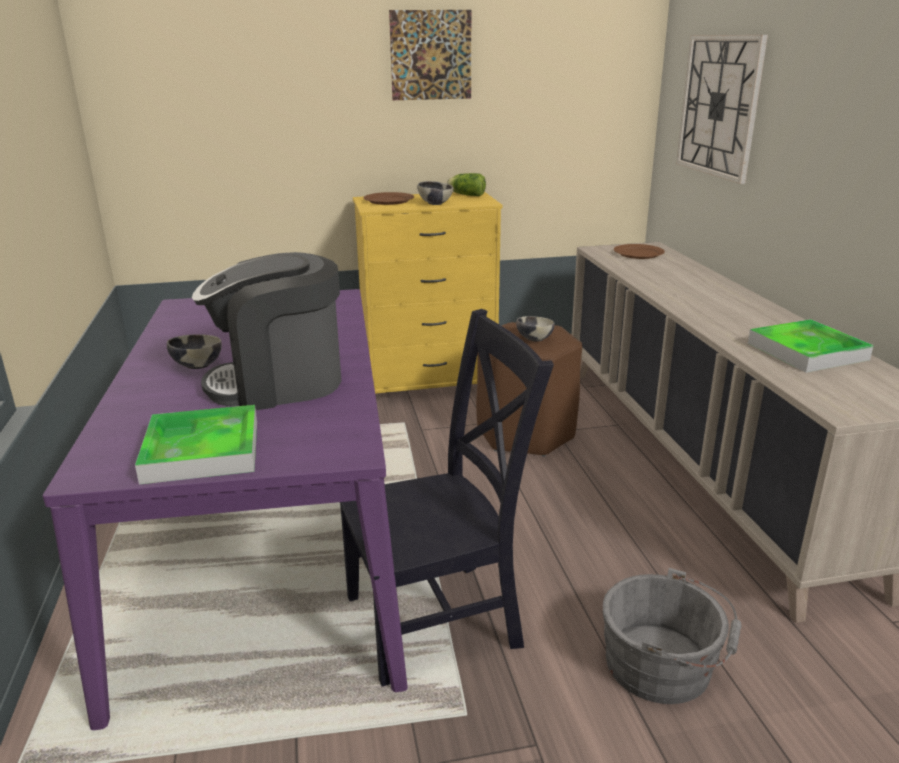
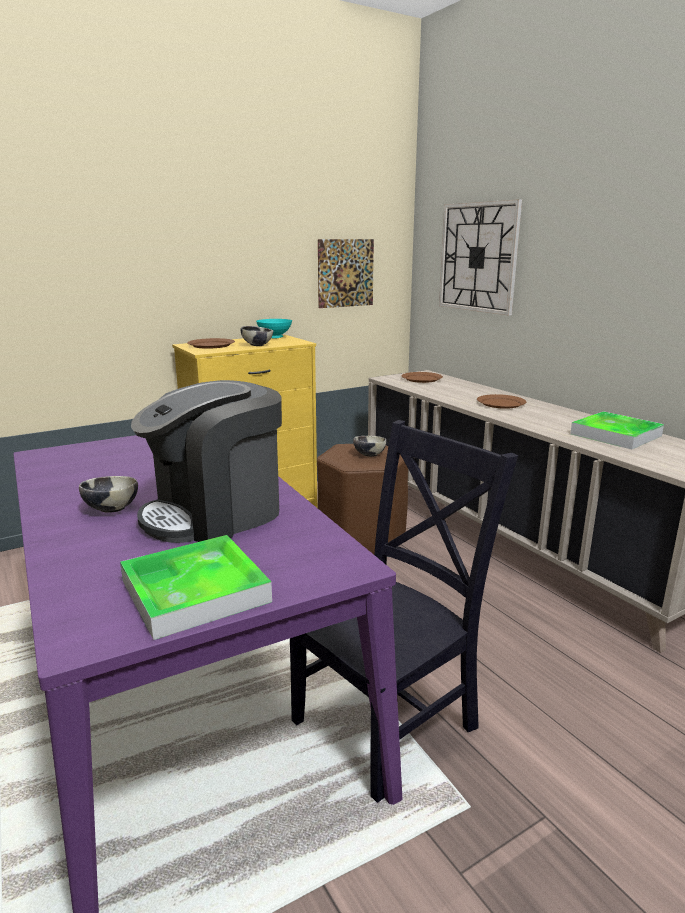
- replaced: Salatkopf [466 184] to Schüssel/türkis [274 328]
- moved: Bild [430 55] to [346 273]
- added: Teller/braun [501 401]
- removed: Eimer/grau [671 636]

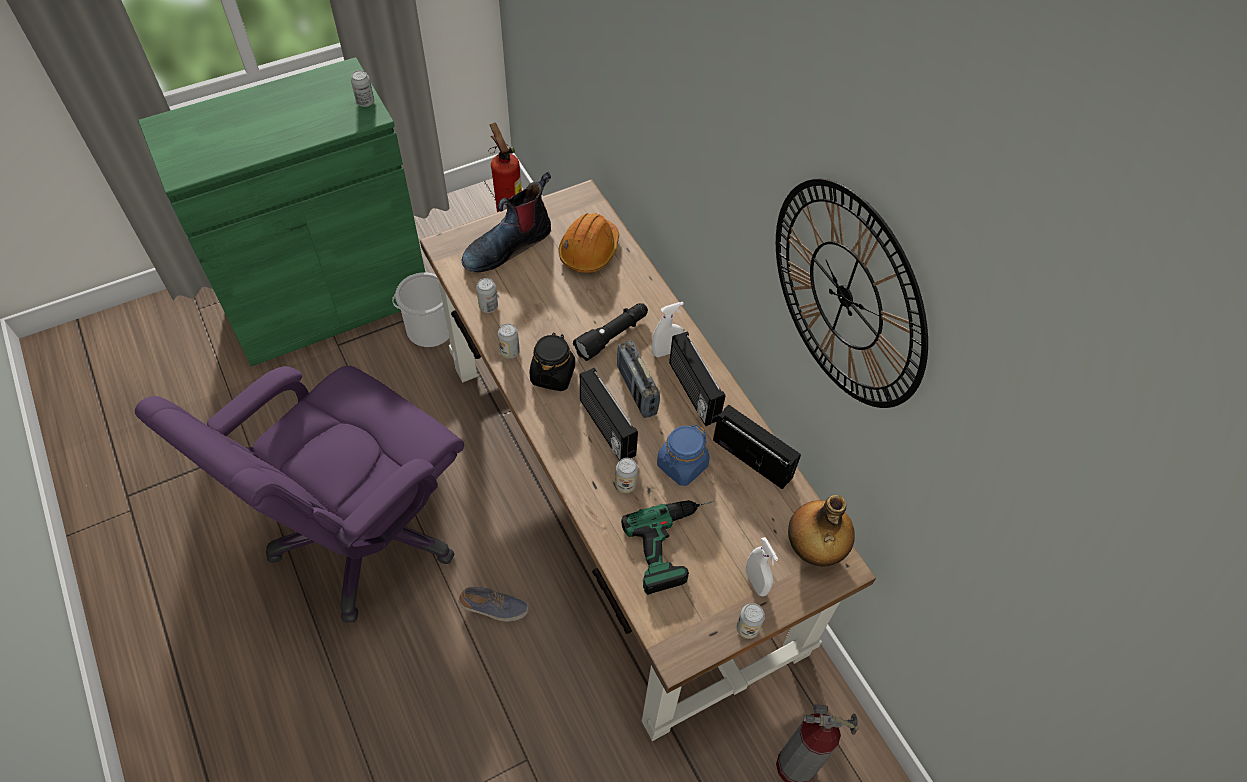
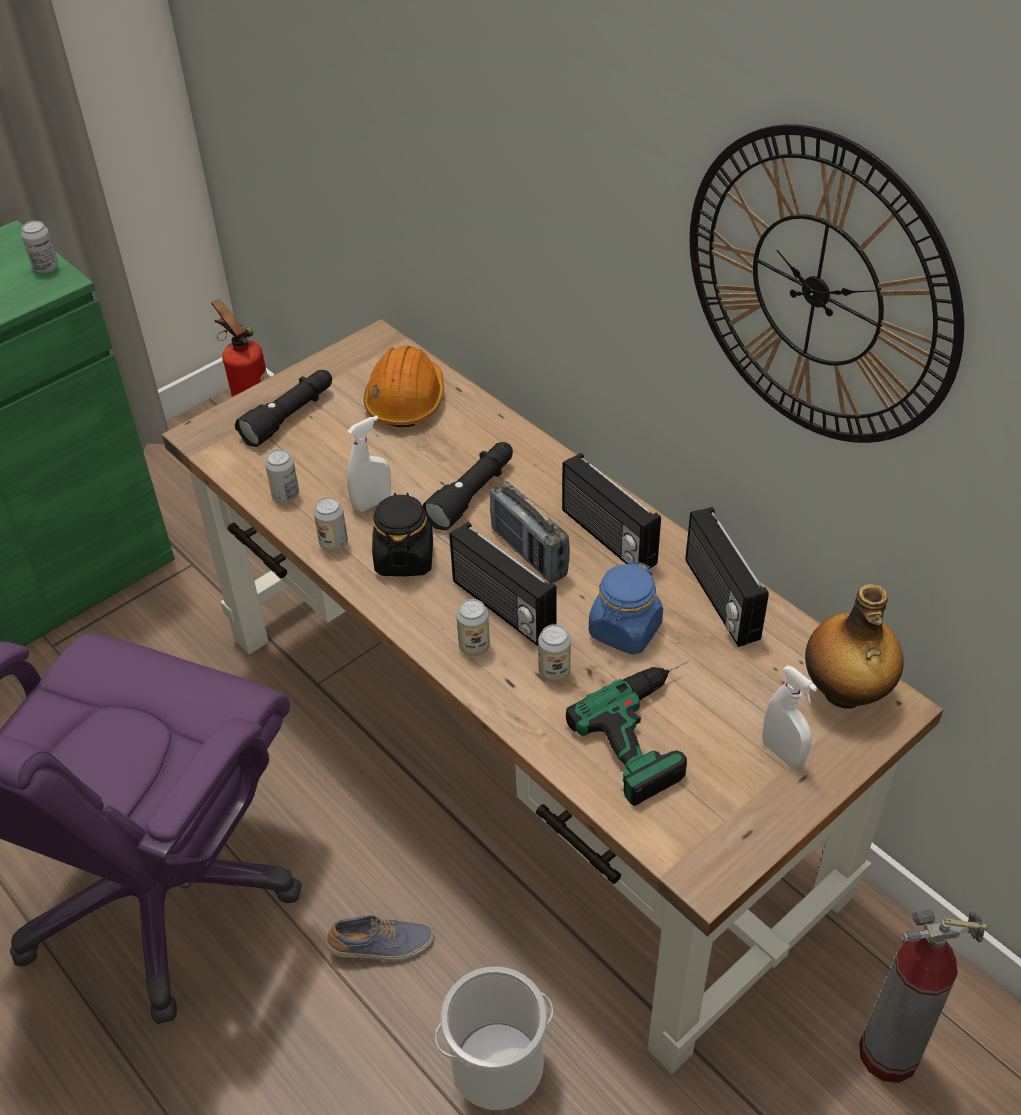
- replaced: Stiefel [506 222] to Taschenlampe/schwarz [283 408]
- moved: Sprühflasche/weiß [668 329] to [369 463]
- moved: Eimer [420 309] to [494 1038]
- moved: Dose [750 621] to [473 627]
- turned: Radio [757 446] = [727 577] 135 degrees counterclockwise

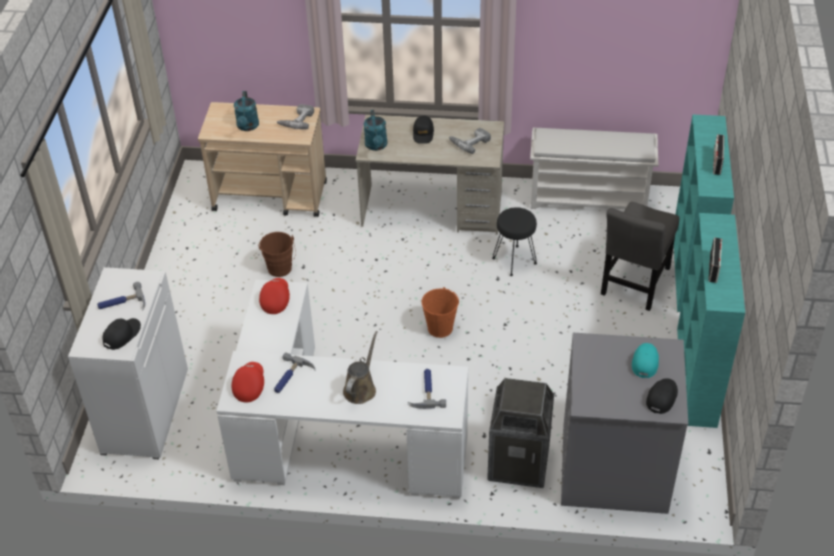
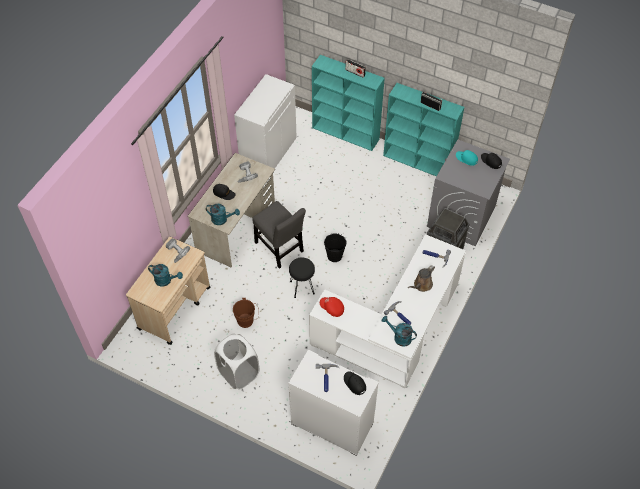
- added: Wäschekorb/weiß [236 361]
- replaced: Schuhregal/weiß [594 168] to Schrank/weiß [265 121]
- moved: Stuhl/grau [640 256] to [279 235]
- moved: Hocker/schwarz [514 241] to [302 277]
- recoloured: Eimer/orange [440 312] to Eimer/schwarz [335 247]
- replaced: Kappe/rot [248 382] to Gießkanne/türkis [399 331]
- turned: Gießkanne/braun [360 367] = [421 278] 90 degrees counterclockwise

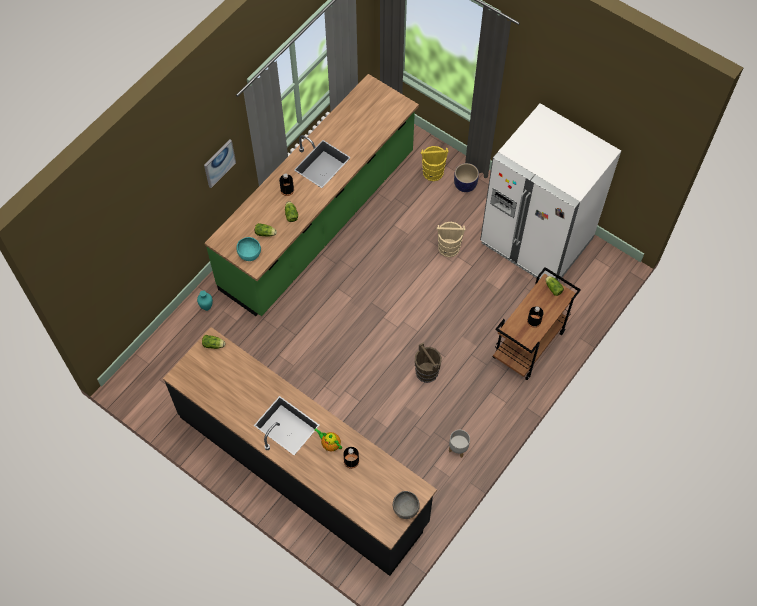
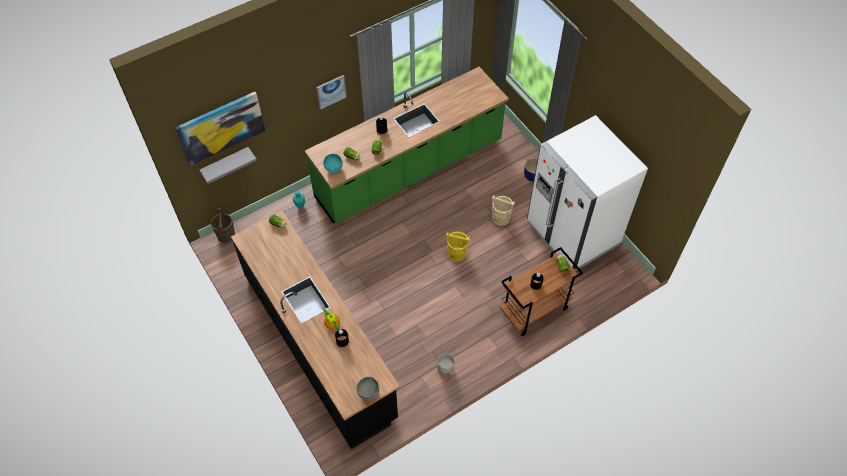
- added: Bild [220 129]
- added: Wandregal/grau [228 165]
- moved: Eimer/braun [428 363] to [223 225]
- moved: Eimer/gelb [435 163] to [458 247]

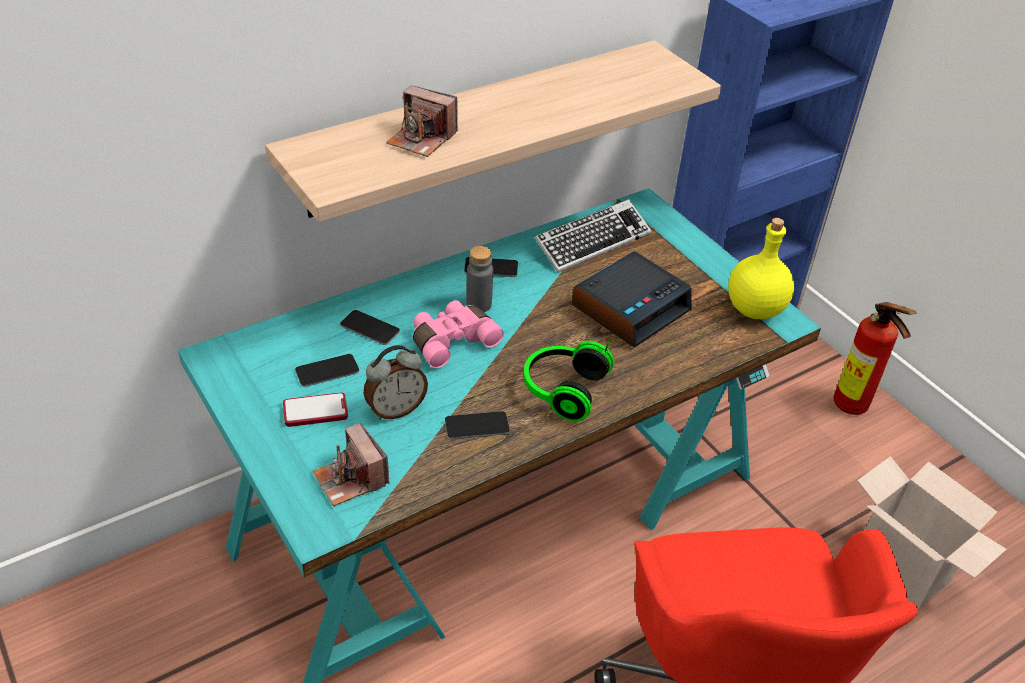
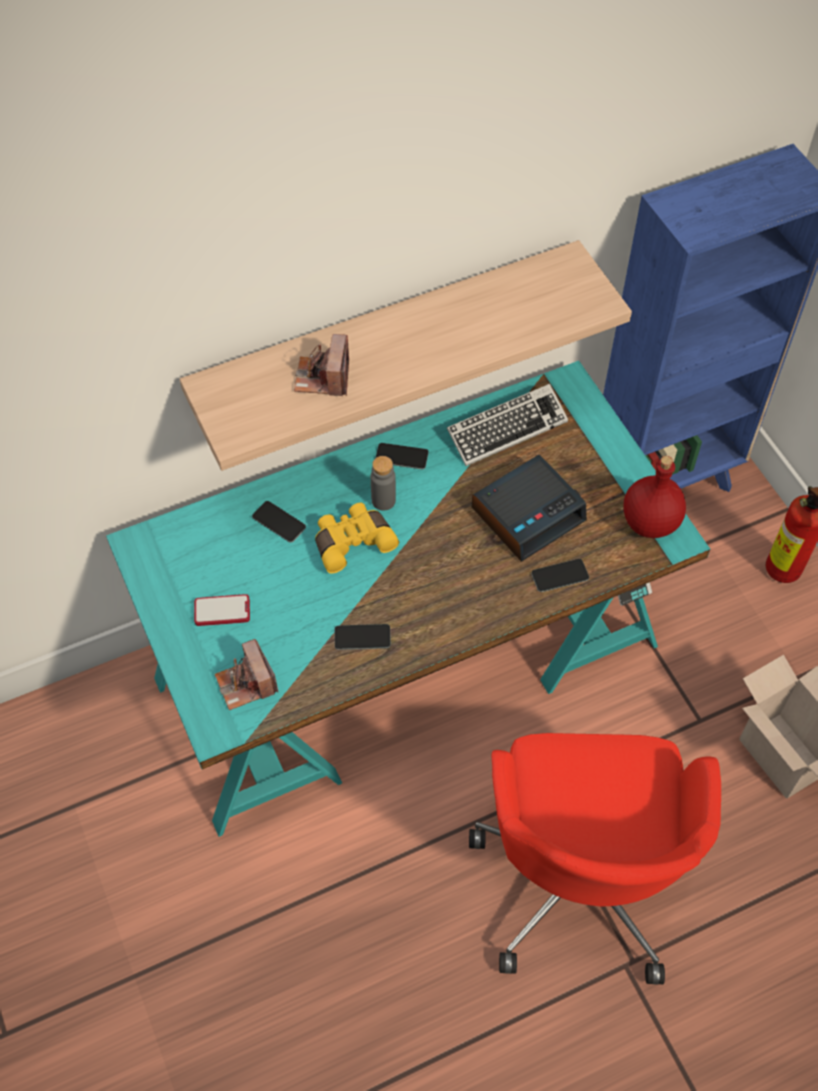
- turned: Kamera [422 121] = [321 365] 60 degrees clockwise
- recoloured: Fernglas/rosa [458 334] to Fernglas/gelb [357 538]
- moved: Handy [327 370] to [560 575]
- recoloured: Flasche/gelb [761 268] to Flasche/rot [655 497]
- removed: Wecker [396 382]
- removed: Kopfhörer [569 381]

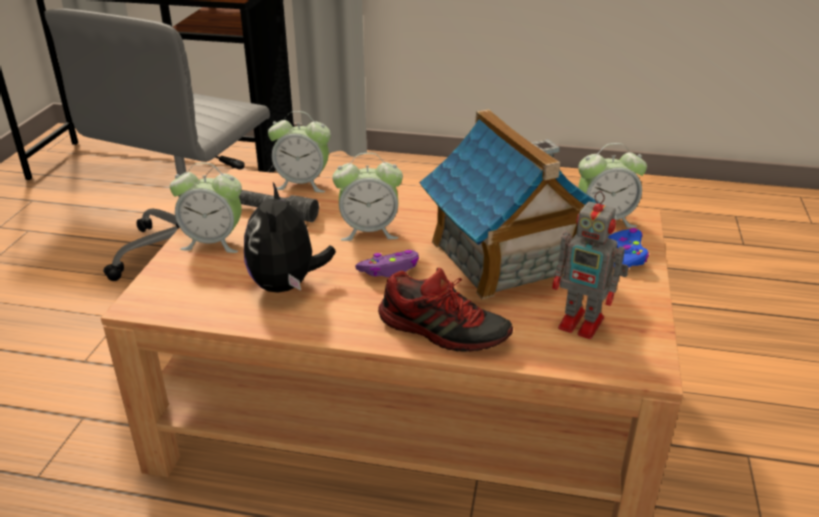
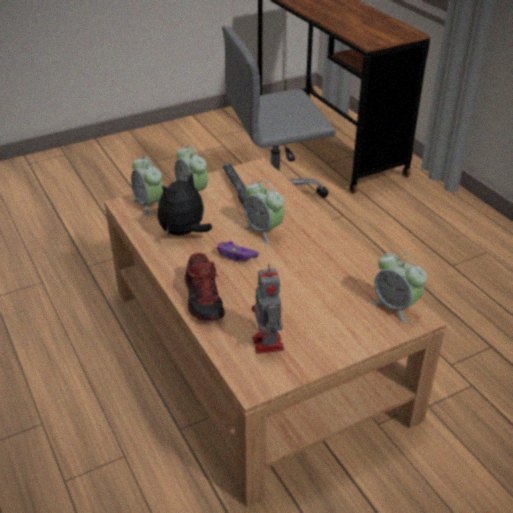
- moved: Wecker [299 152] to [147 186]
- removed: Spielzeughaus [511 204]
- removed: Gamepad/blau [628 247]

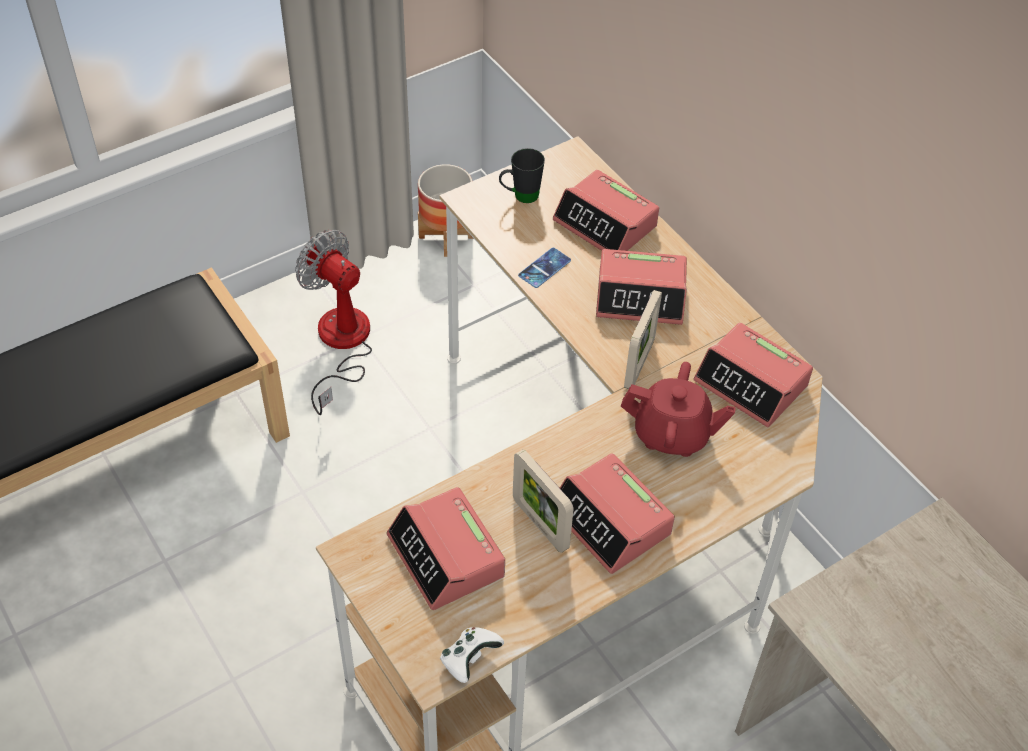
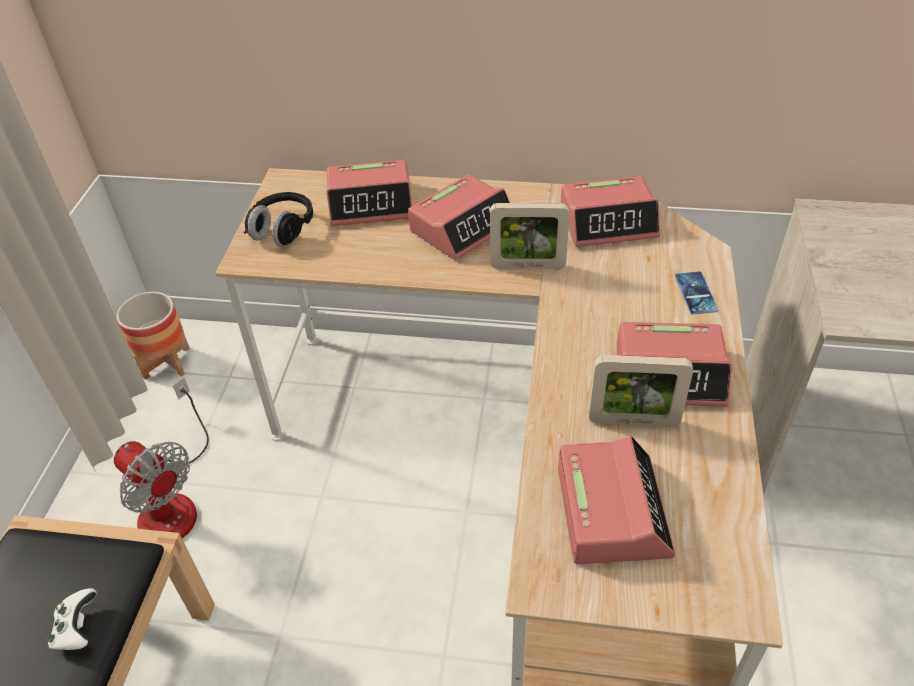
- moved: Gamepad/weiß [472 655] to [71 619]
- turned: Ventilator [333 322] = [161 457] 135 degrees counterclockwise
- replaced: Henkelbecher/schwarz [522 175] to Kopfhörer/schwarz [278 219]
- turned: Bilderrahmen [643 339] = [530 236] 120 degrees clockwise
- turned: Wecker [446 548] = [616 499] 105 degrees counterclockwise
- moved: Handy [544 268] to [696 292]
- removed: Teekanne/rot [678 409]

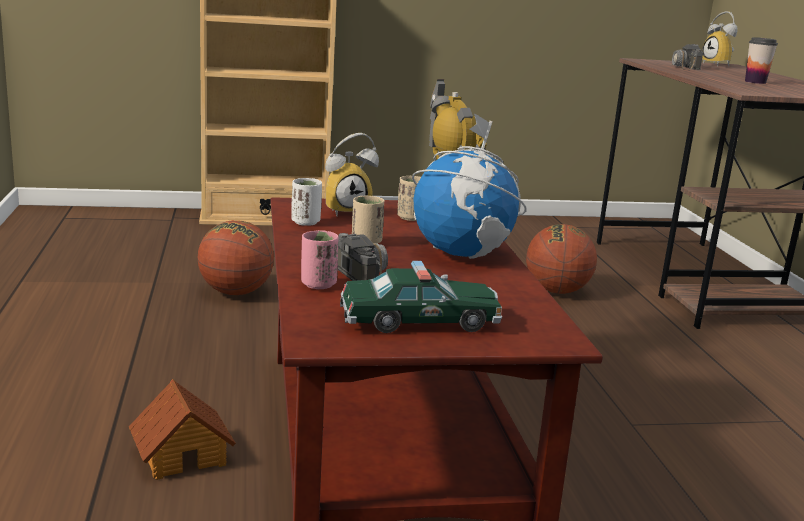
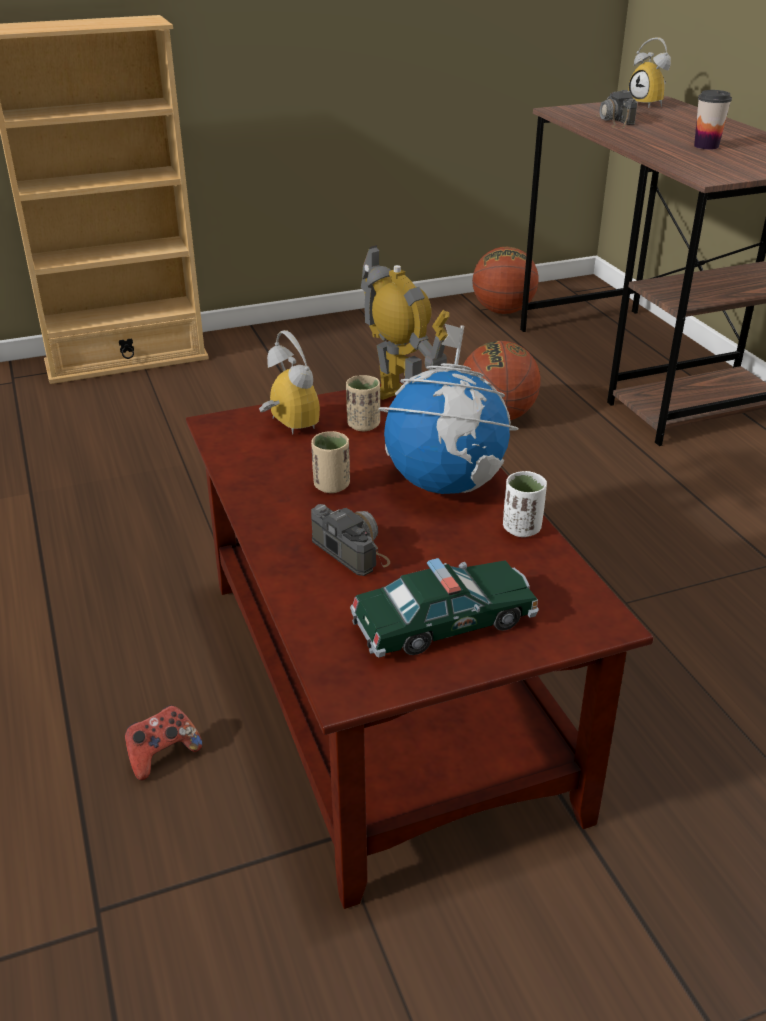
- replaced: Spielzeughaus [182 429] to Gamepad [163 743]
- turned: Wecker [352 175] = [289 382] 90 degrees counterclockwise
- moved: Basketball [236 257] to [505 280]
- moved: Tasse/weiß [306 202] to [525 504]
- removed: Tasse/rosa [320 259]

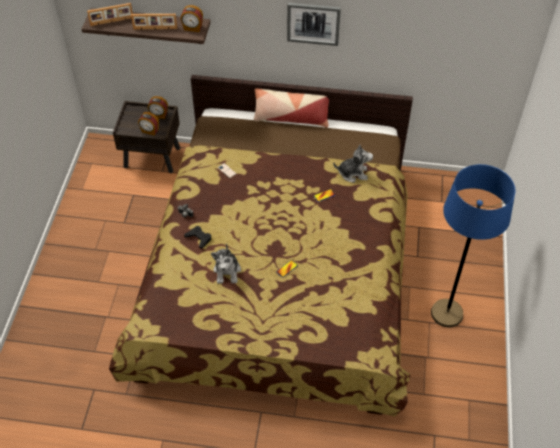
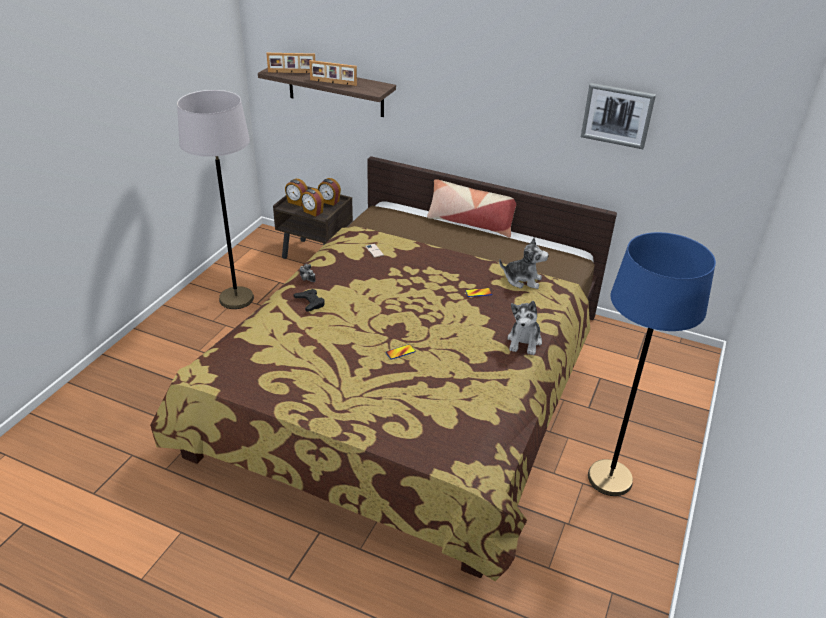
- added: Stehlampe/grau [215 199]
- moved: Wecker [192 18] to [296 192]
- moved: Plüschtier [226 263] to [524 328]
- moved: Bild [314 24] to [618 116]

